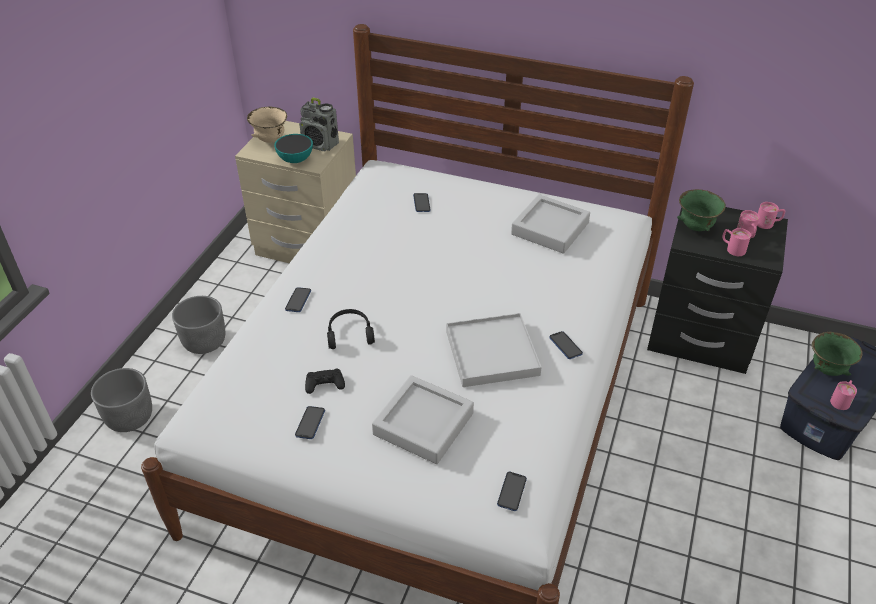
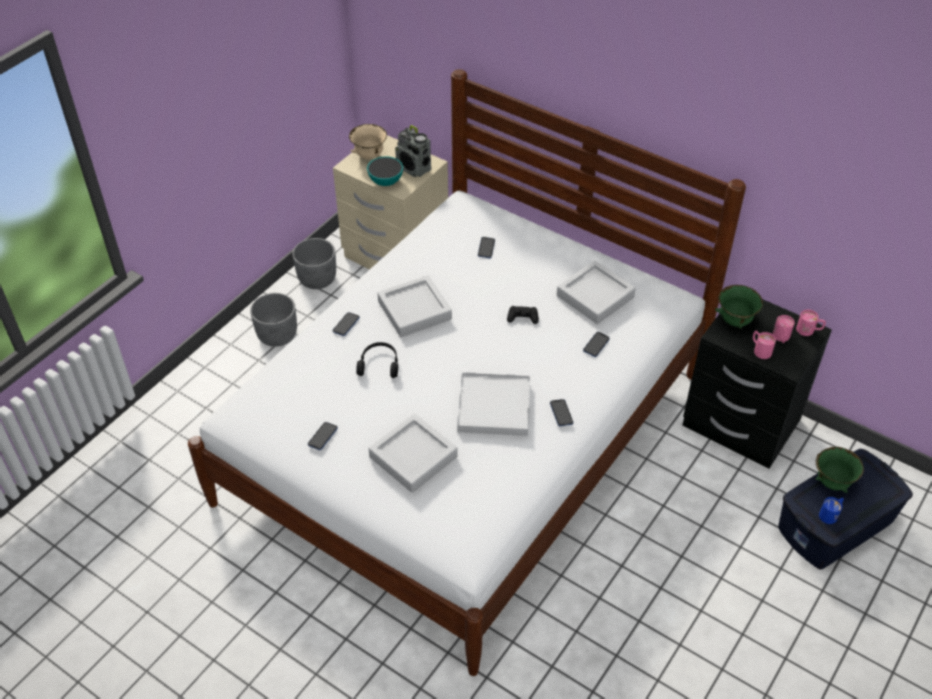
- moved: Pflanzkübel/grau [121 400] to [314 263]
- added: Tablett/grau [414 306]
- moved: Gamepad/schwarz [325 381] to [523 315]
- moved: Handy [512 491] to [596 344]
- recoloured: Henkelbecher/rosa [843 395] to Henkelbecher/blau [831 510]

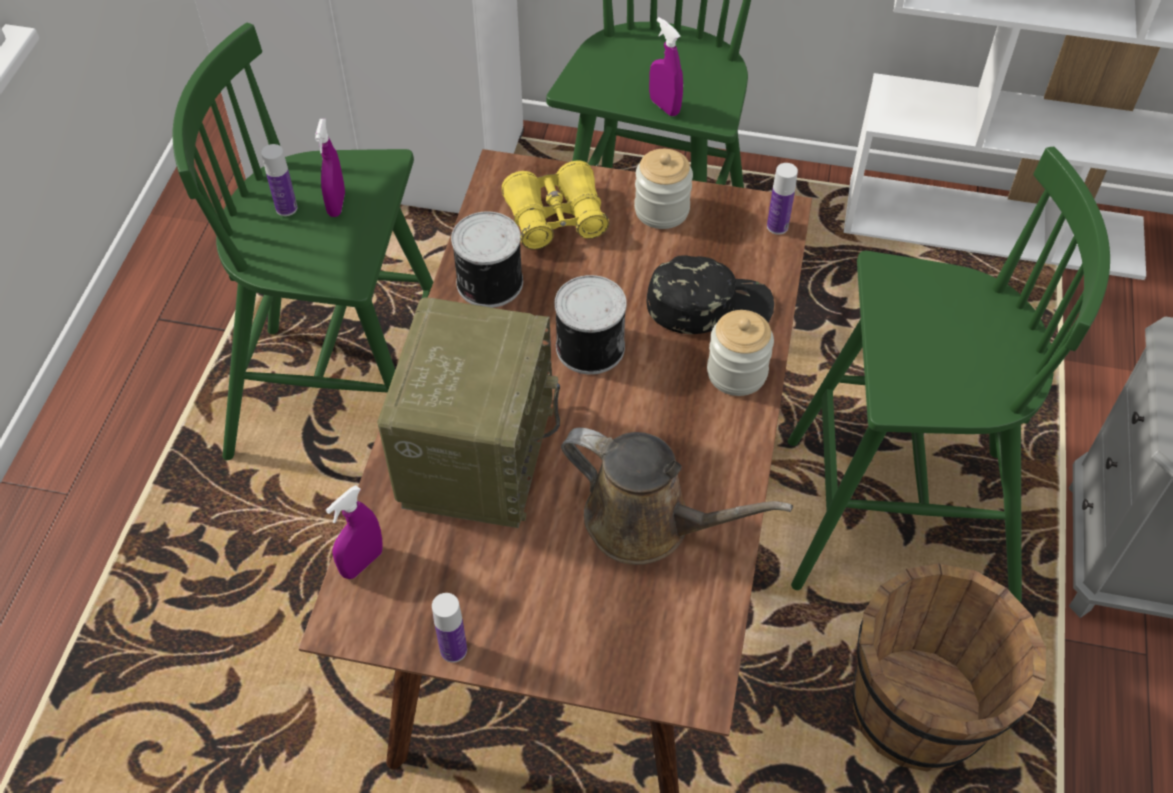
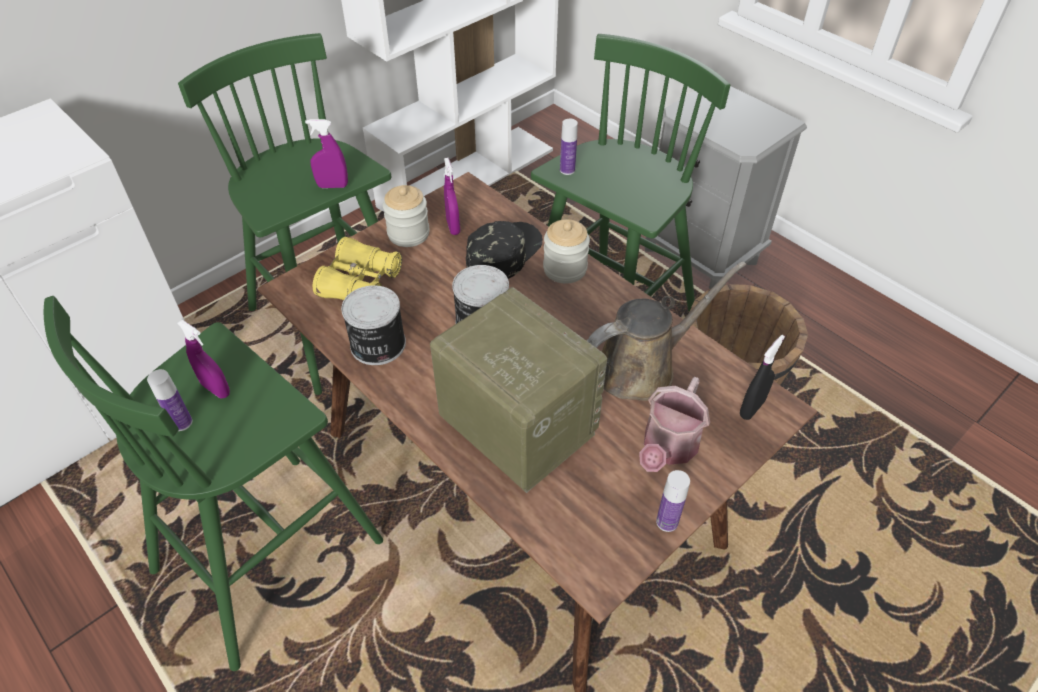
- moved: Sprühflasche/lila [354 532] to [452 196]
- moved: Flasche [782 199] to [569 147]
- added: Gießkanne [674 424]
- added: Sprühflasche/schwarz [762 377]

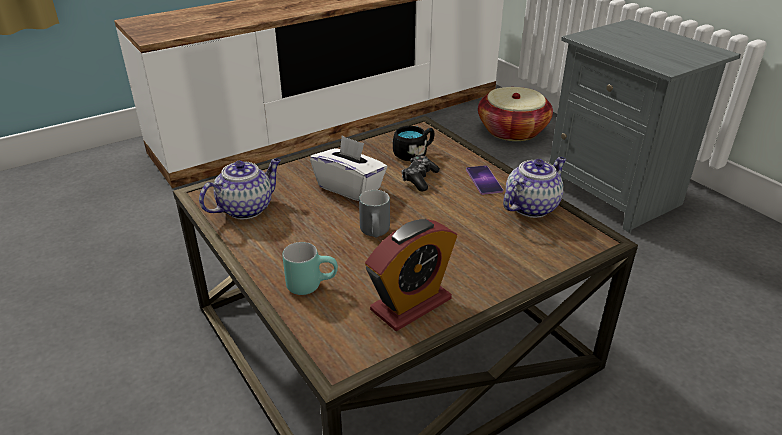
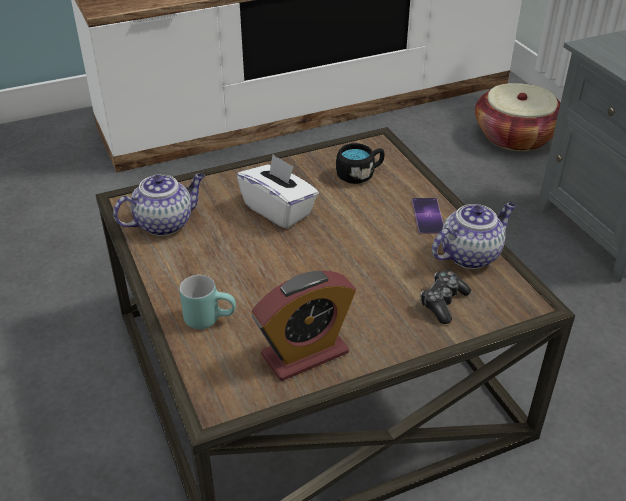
- moved: Gamepad [421 173] to [445 297]
- removed: Henkelbecher/grau [374 213]

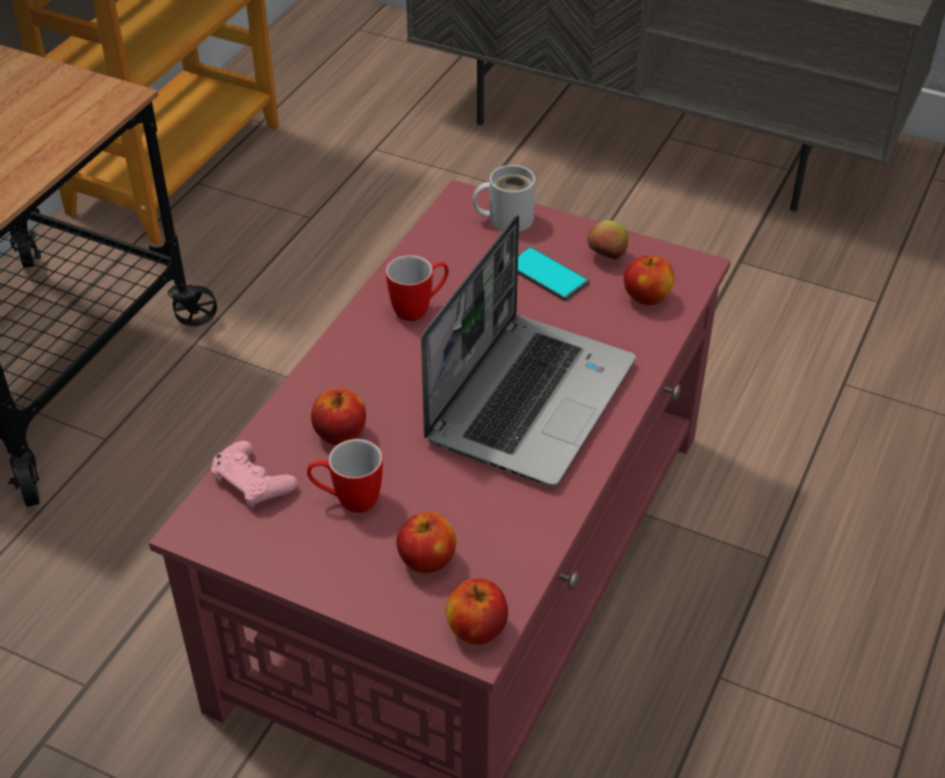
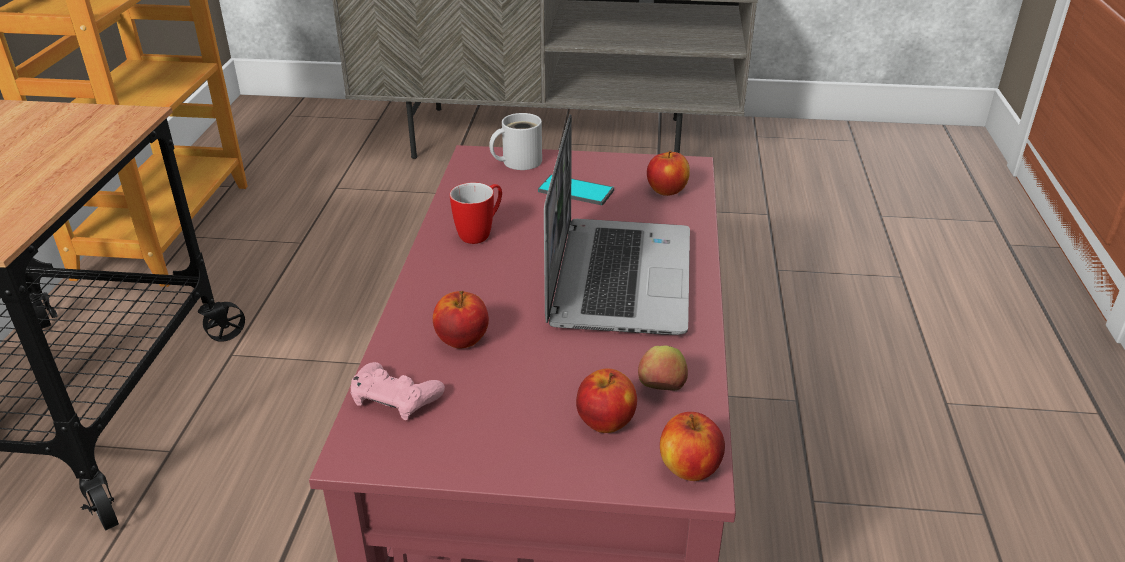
- moved: Apfel [607 239] to [663 367]
- removed: Henkelbecher [345 476]

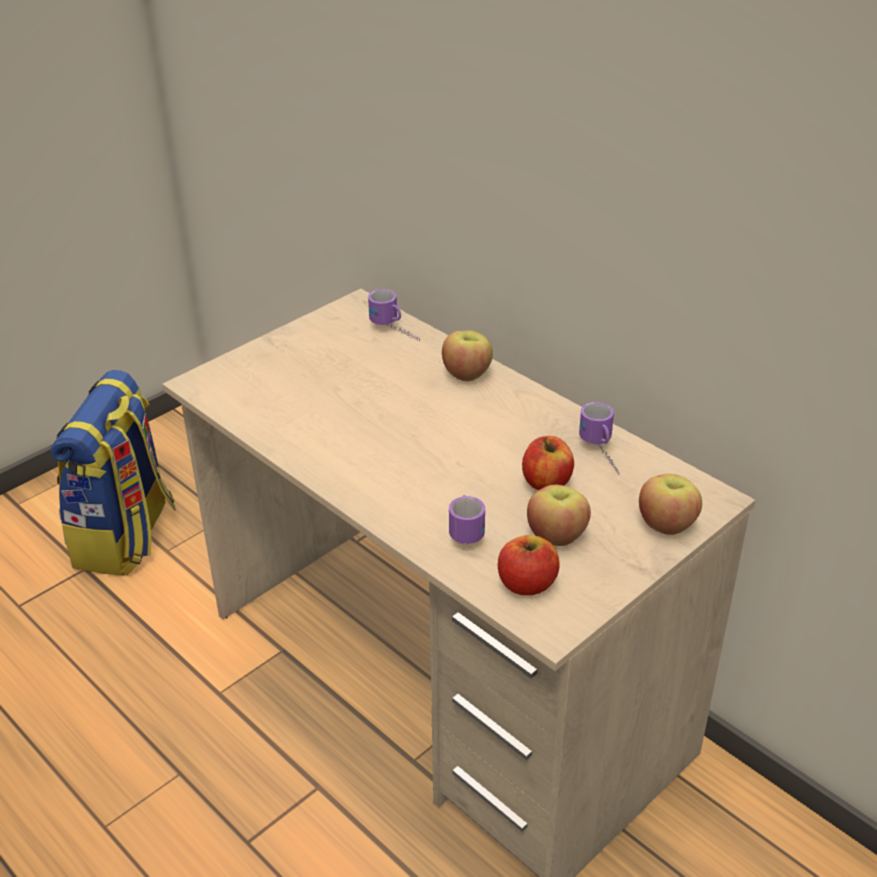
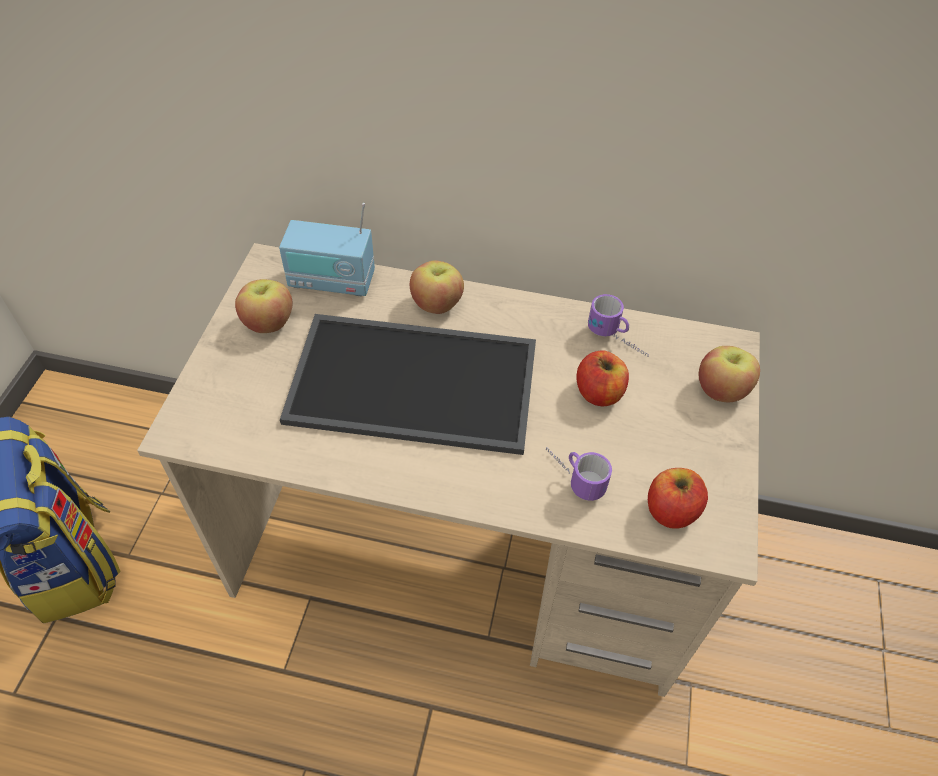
- moved: Apfel [559 515] to [264 306]
- replaced: Henkelbecher [394 315] to Radio [327 249]
- added: Tablett [408 384]

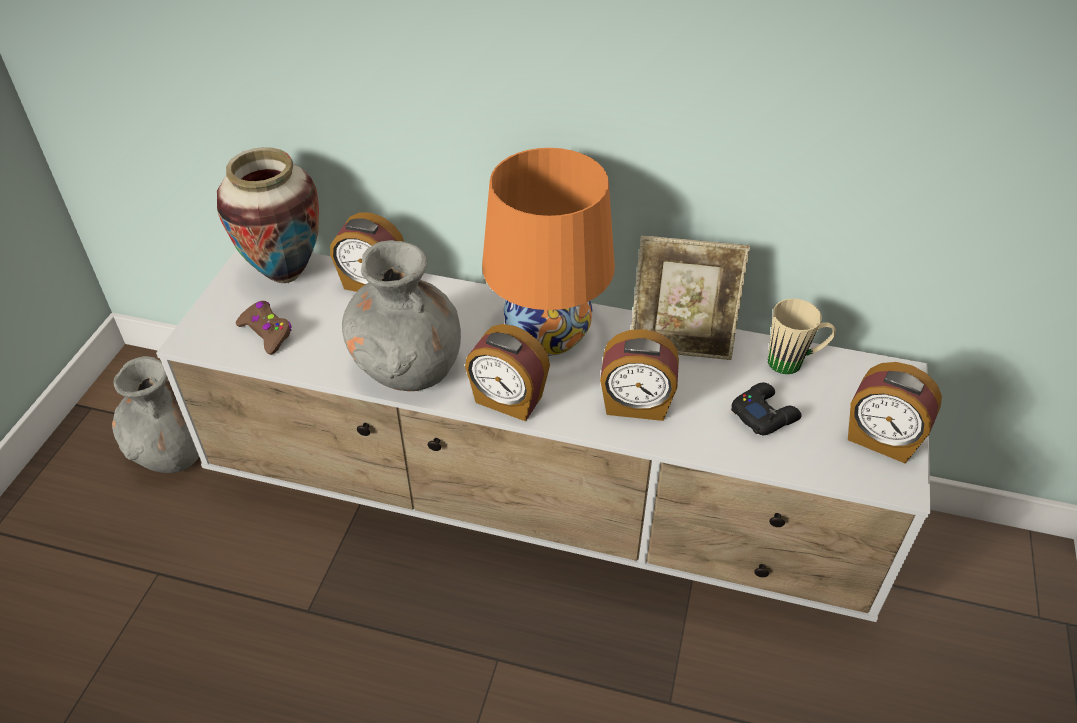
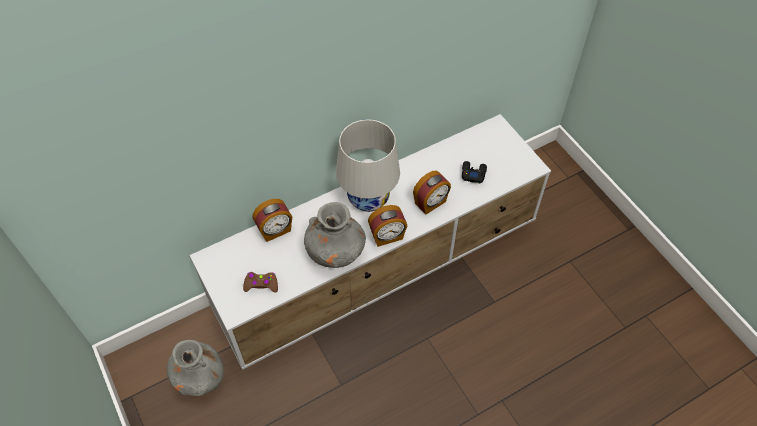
- recoloured: Tischlampe/orange [548 252] to Tischlampe/weiß [368 165]
- removed: Vase [268 215]
- removed: Bilderrahmen [690 297]
- removed: Henkelbecher/beige [802 336]
- removed: Wecker [895 412]

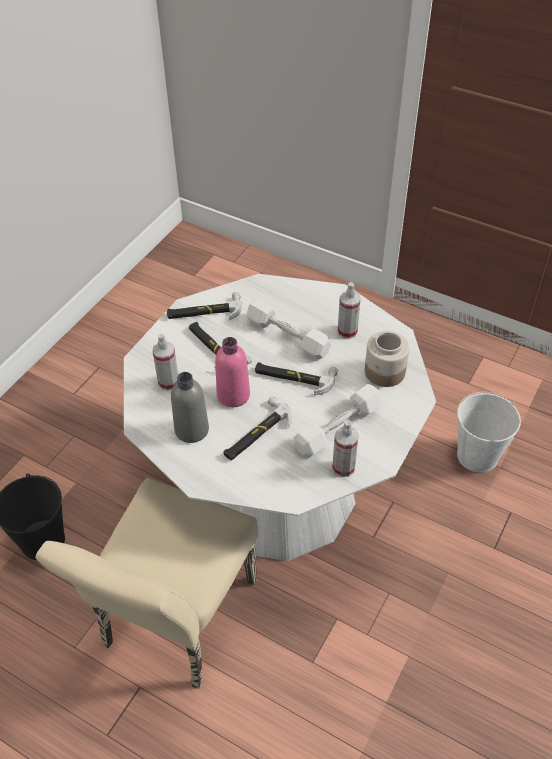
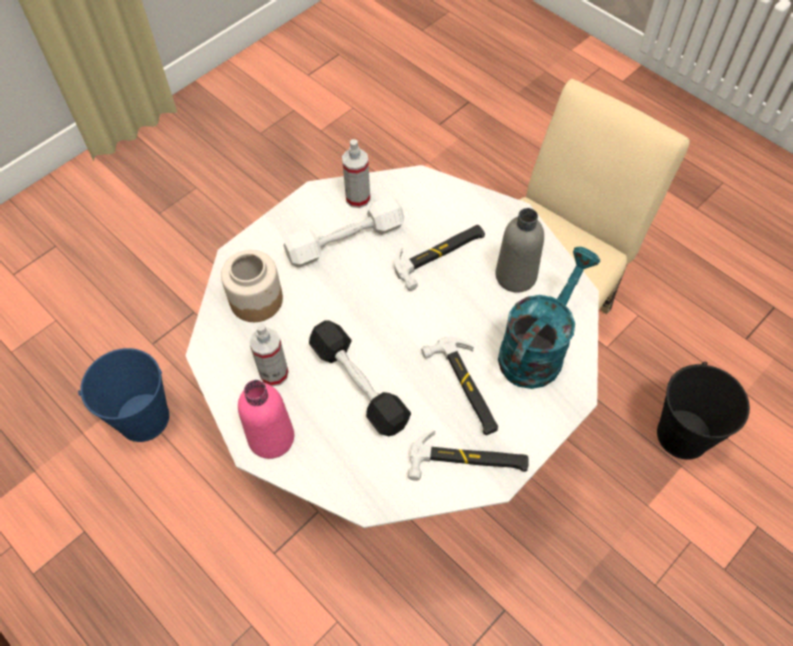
- recoloured: Eimer/weiß [489 432] to Eimer/blau [123 395]
- moved: Flasche/rosa [232 372] to [266 419]
- recoloured: Hantel/weiß [288 328] to Hantel/schwarz [360 378]
- replaced: Sprühflasche [165 362] to Gießkanne/türkis [549 318]
- removed: Hammer [296 378]

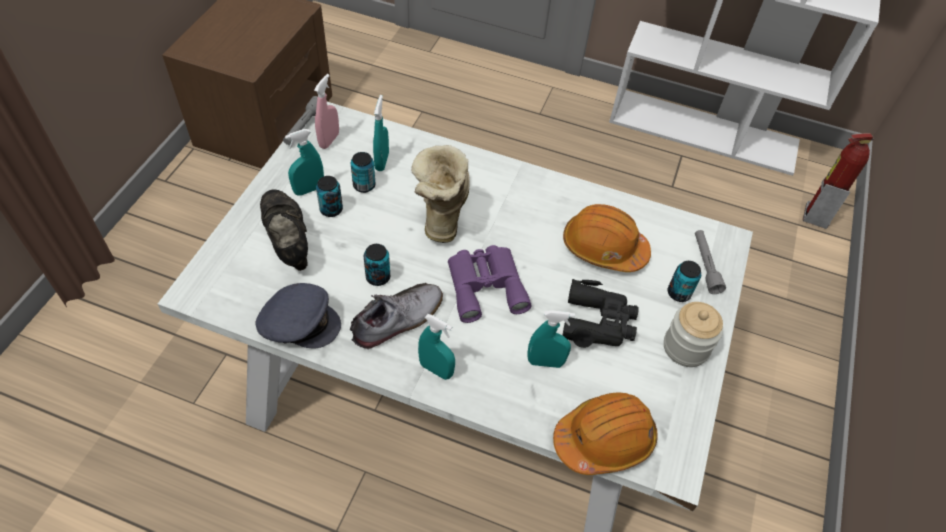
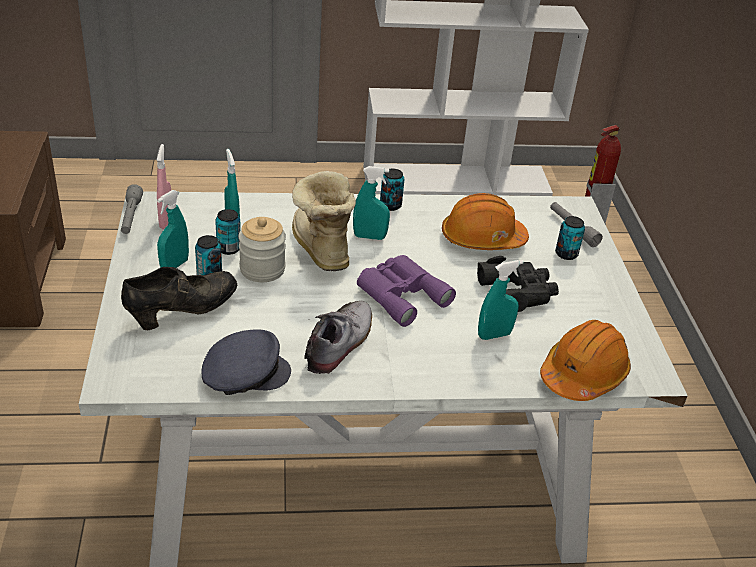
- turned: Schuh/schwarz [284 230] = [179 298] 105 degrees clockwise
- moved: Vorratsglas [693 334] to [262 249]
- moved: Sprühflasche/türkis [436 347] to [371 203]
- moved: Dose [377 265] to [392 189]

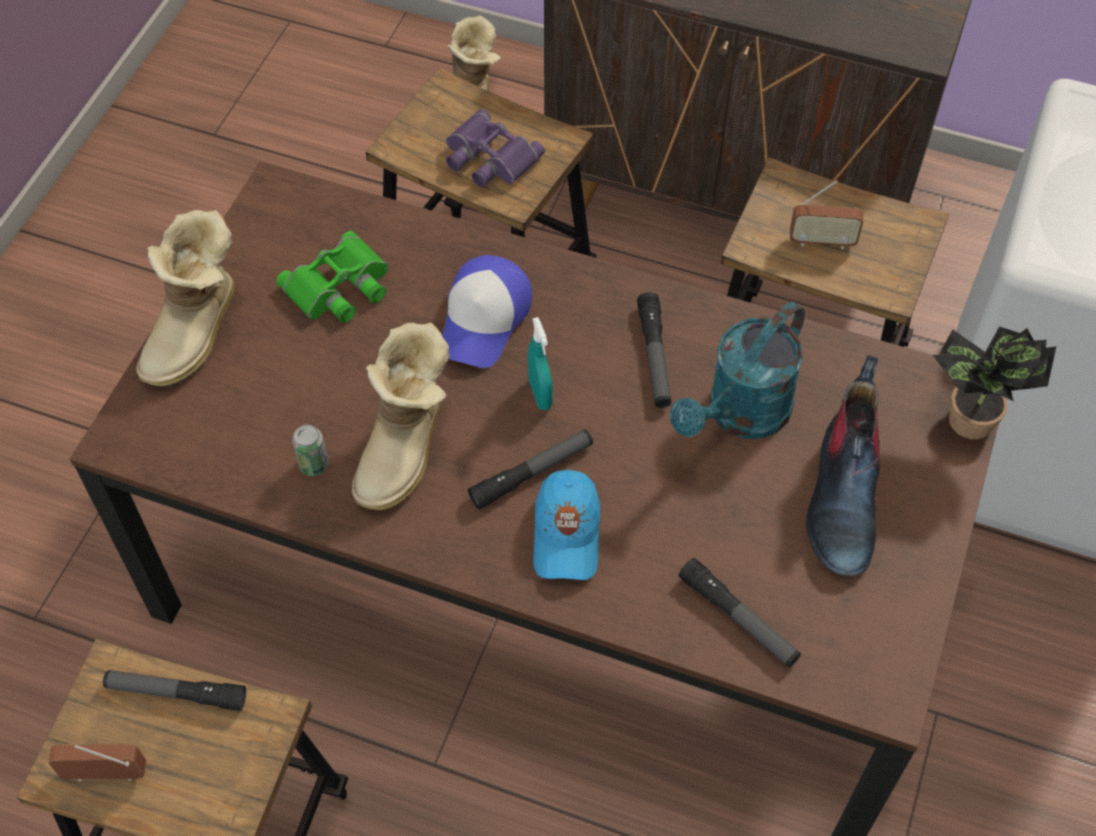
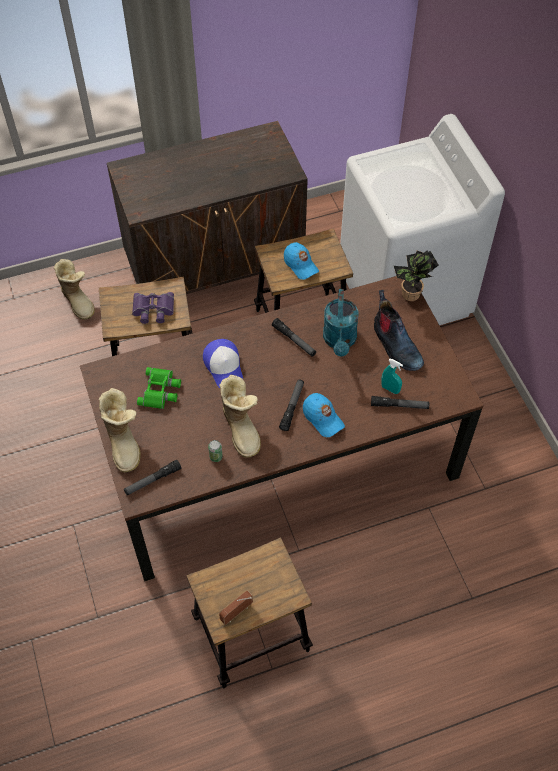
- moved: Taschenlampe [174 690] to [153 477]
- replaced: Radio [826 214] to Kappe/blau [301 261]
- moved: Sprühflasche/türkis [540 364] to [392 376]

